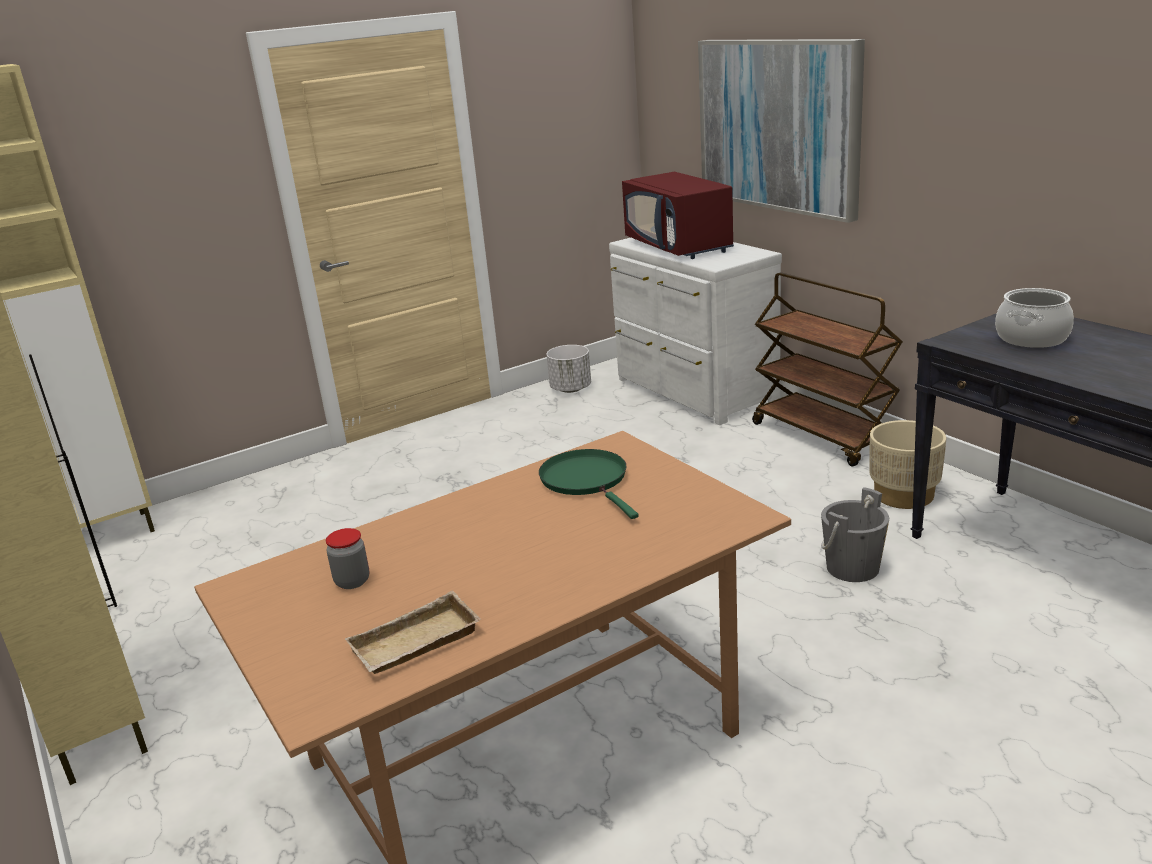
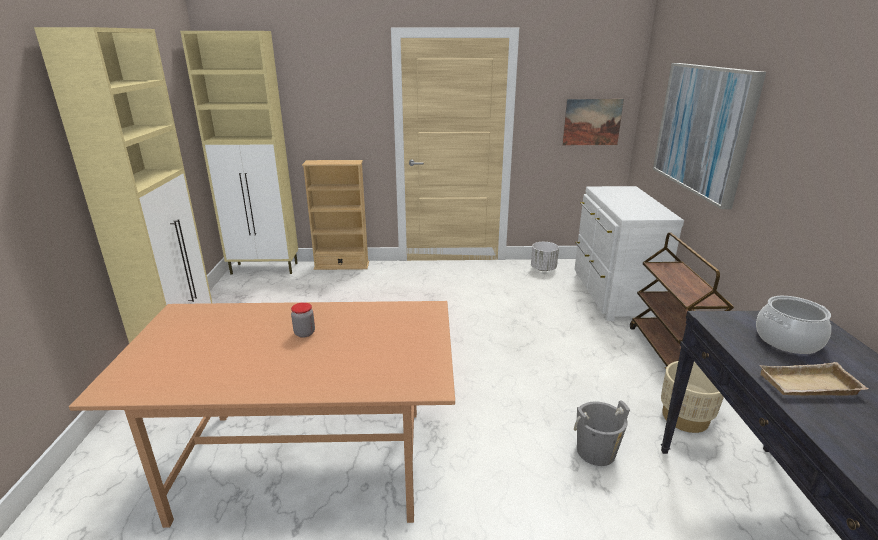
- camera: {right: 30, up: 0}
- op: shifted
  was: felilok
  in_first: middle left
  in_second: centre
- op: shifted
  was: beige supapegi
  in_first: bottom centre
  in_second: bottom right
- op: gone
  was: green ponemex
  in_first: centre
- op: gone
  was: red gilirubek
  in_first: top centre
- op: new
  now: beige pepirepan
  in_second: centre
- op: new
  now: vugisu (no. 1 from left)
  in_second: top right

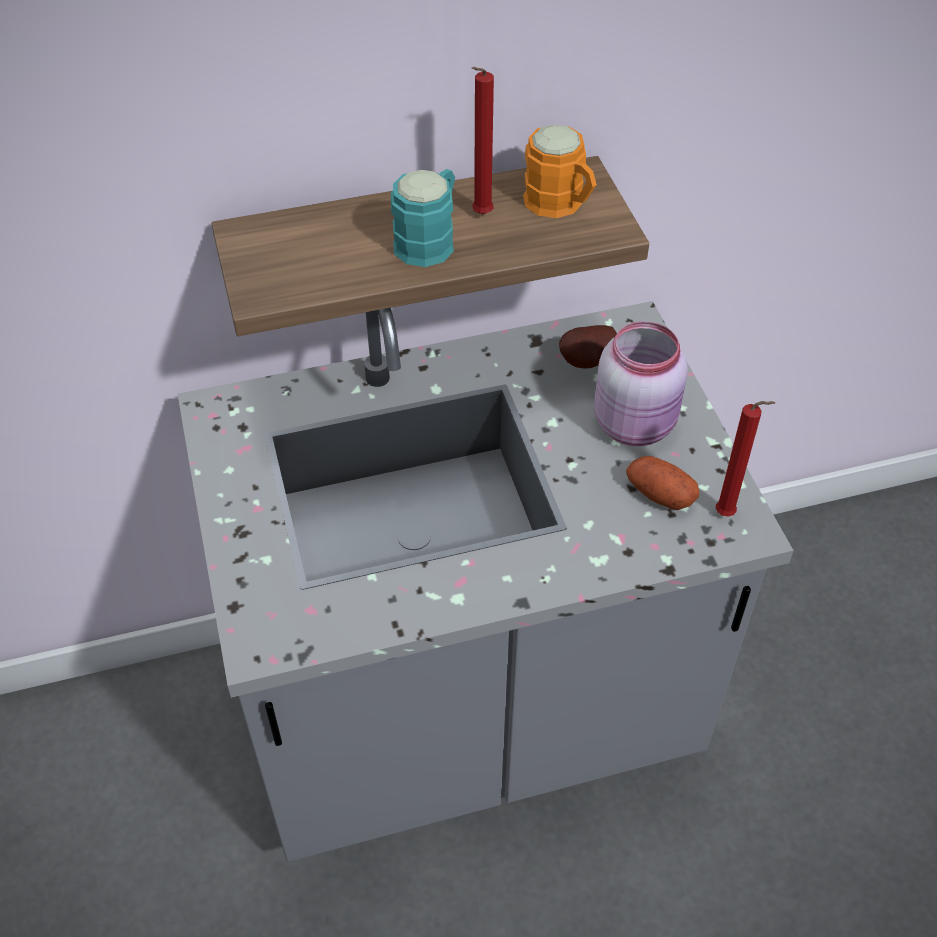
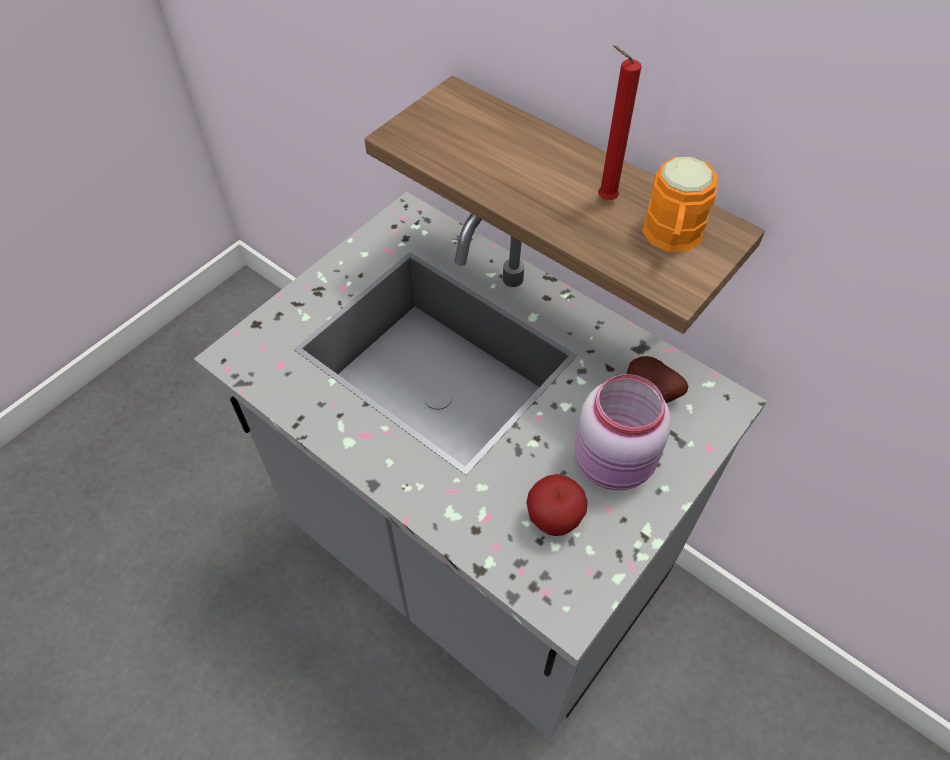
- camera: {right: 55, up: 5}
- op: gone
  was: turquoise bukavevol
  in_first: top centre
- op: swapped
  was: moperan (no. 2 from left)
  now: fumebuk
  in_first: middle right
  in_second: centre
- op: gone
  was: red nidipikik (no. 2 from left)
  in_first: middle right

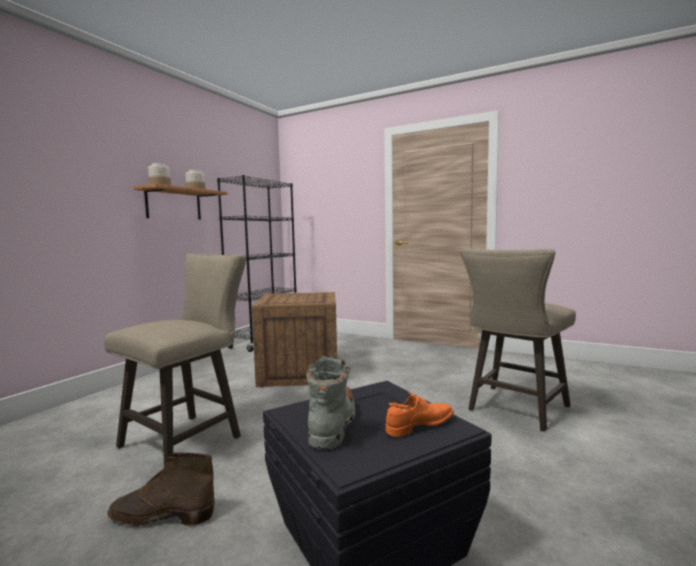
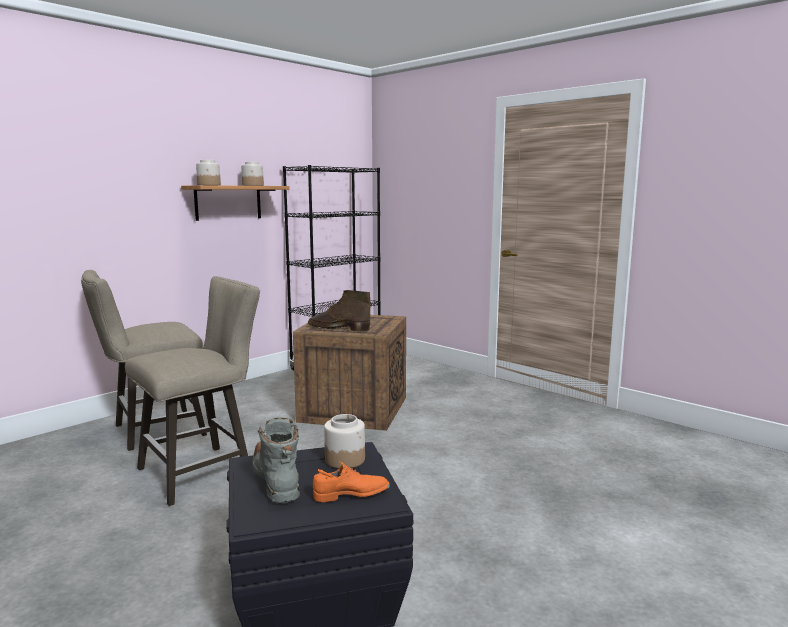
- camera: {right: 15, up: 5}
- op: shifted
  was: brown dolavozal
  in_first: bottom left
  in_second: centre
- op: rotated
  was: grey dolavozal
  in_first: bottom centre
  in_second: bottom centre
  clockwise: -45
- op: shifted
  was: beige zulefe (no. 2 from left in the first image)
  now: beige zulefe (no. 1 from left)
  in_first: middle right
  in_second: middle left
- op: new
  now: felilok (no. 3 from left)
  in_second: bottom centre

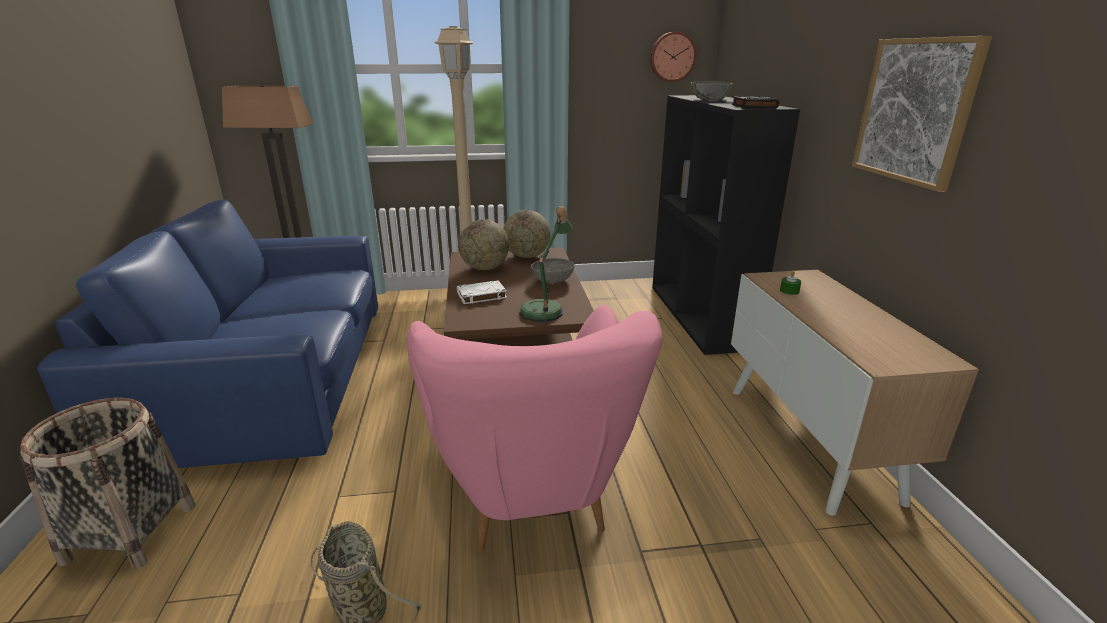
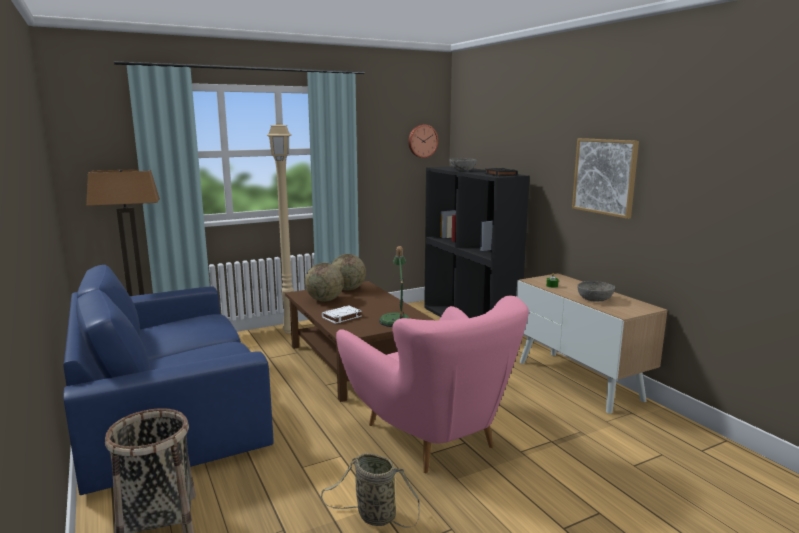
- camera: {right: -20, up: -10}
- op: shifted
  was: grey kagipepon (no. 1 from left in the first image)
  now: grey kagipepon (no. 2 from left)
  in_first: centre
  in_second: middle right

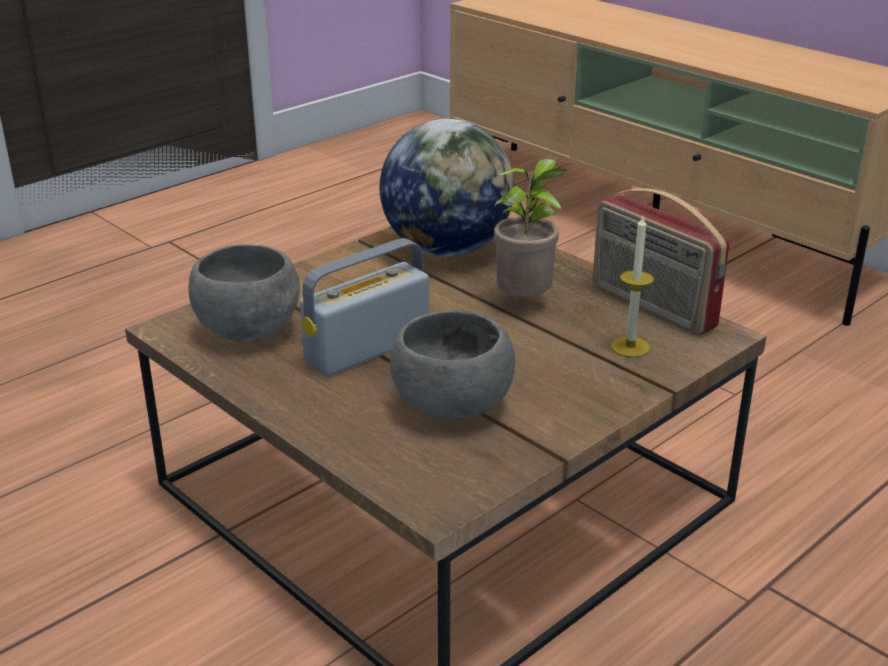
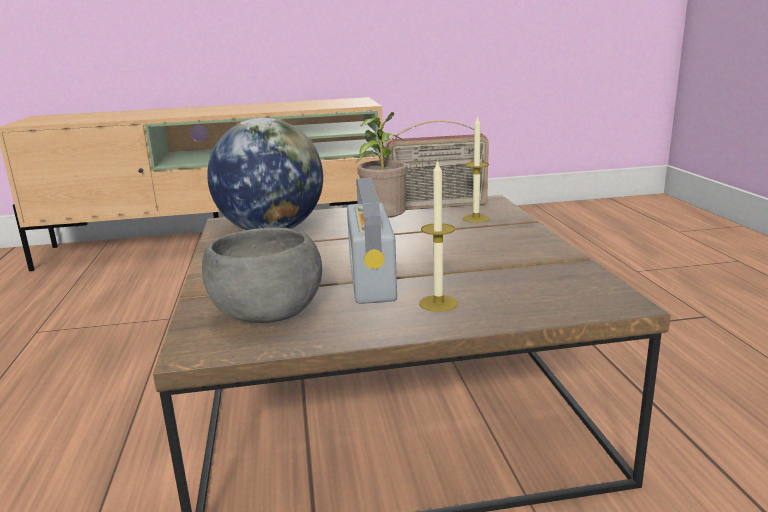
- camera: {right: -55, up: -10}
- op: gone
  was: grey kagipepon (no. 2 from left)
  in_first: centre
- op: new
  now: nidipikik (no. 1 from left)
  in_second: centre

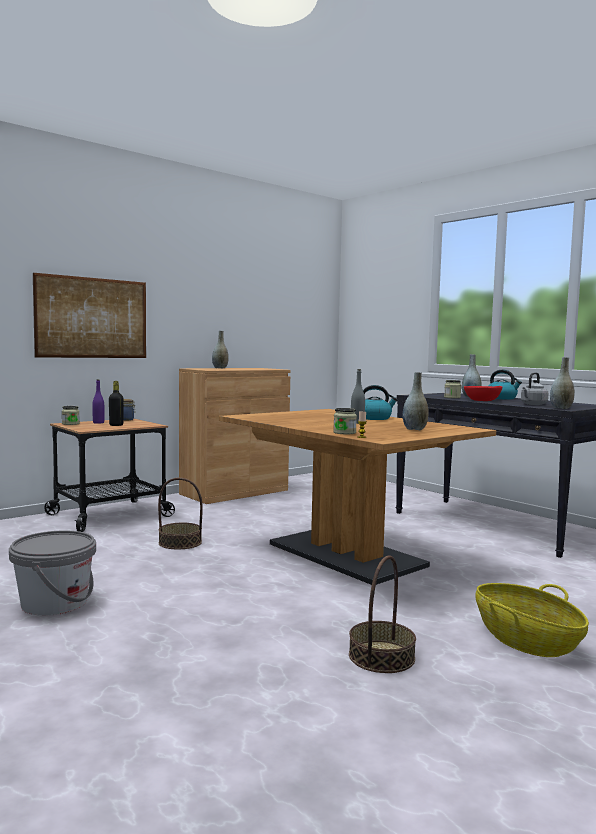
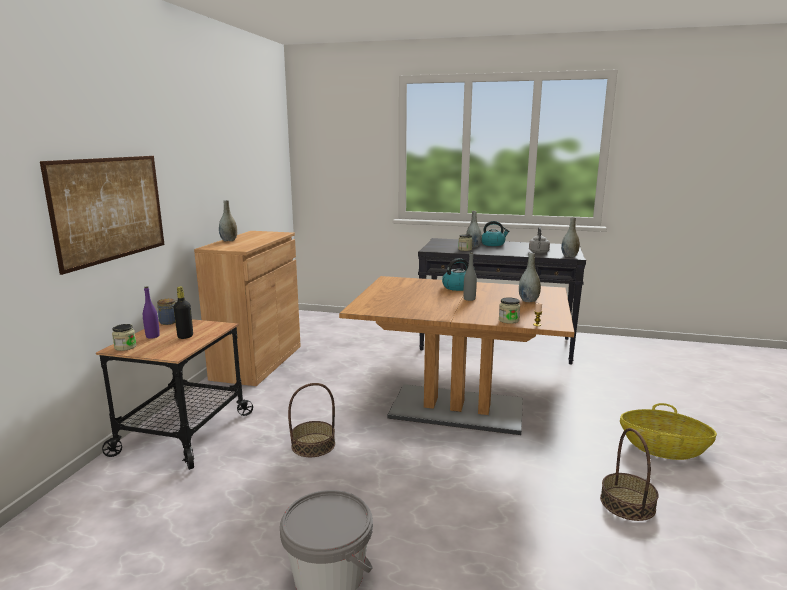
- camera: {right: -35, up: 10}
- op: gone
  was: red kagipepon
  in_first: middle right

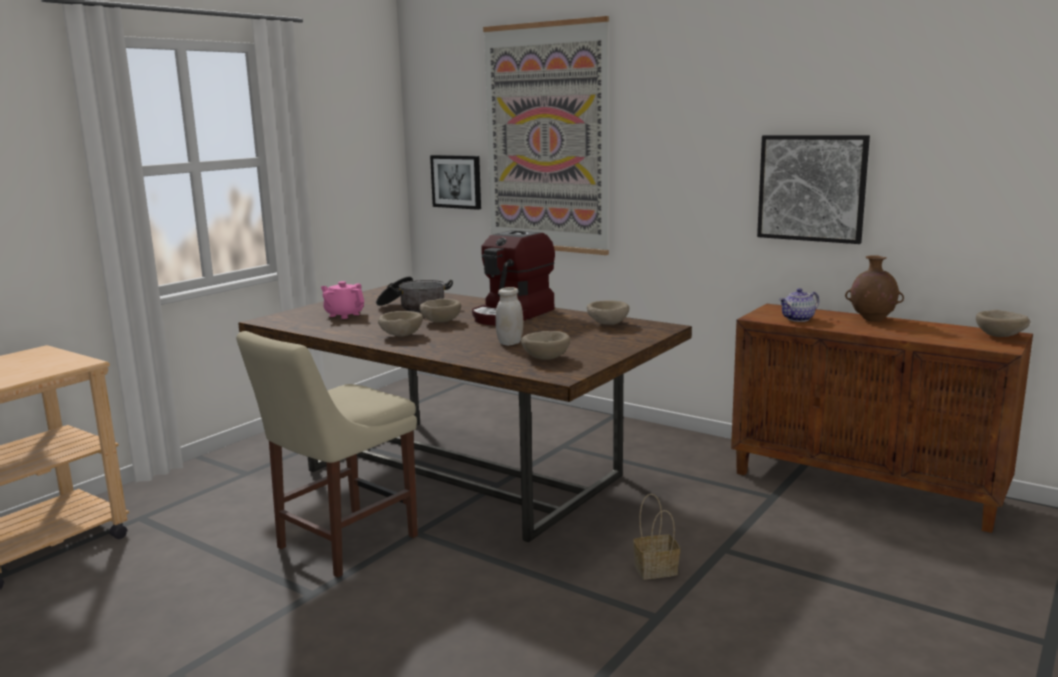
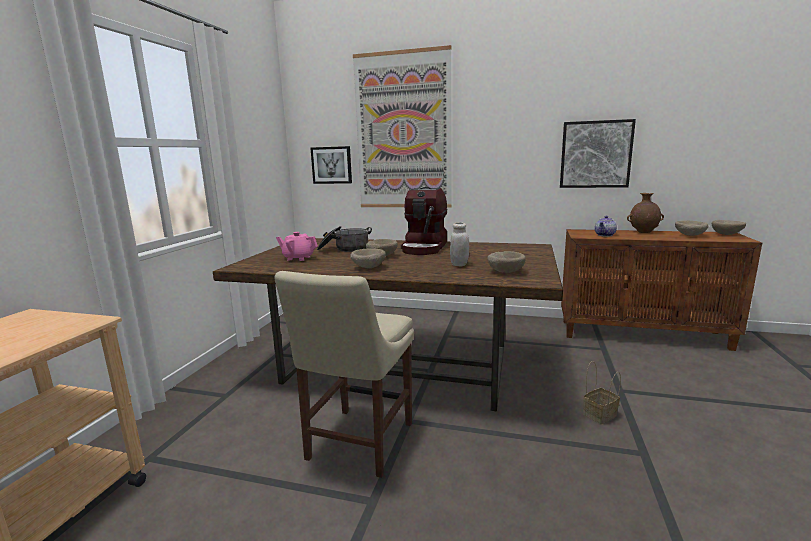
- camera: {right: -20, up: 0}
- op: shifted
  was: beige kagipepon (no. 4 from left)
  in_first: centre
  in_second: middle right

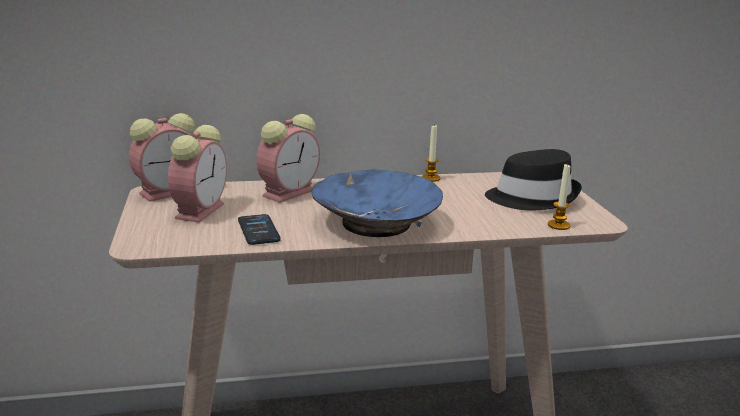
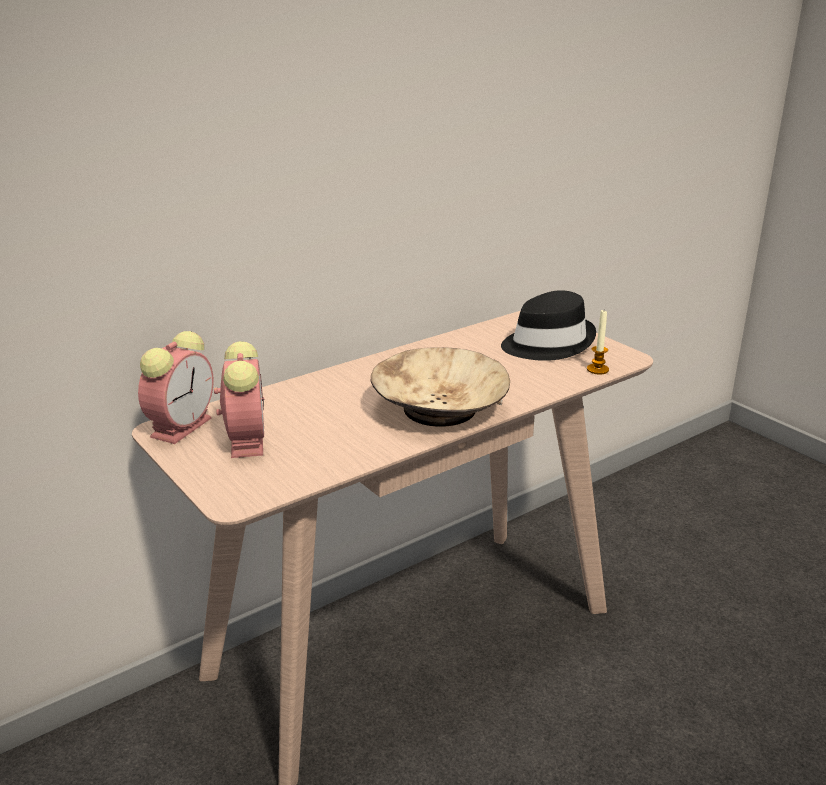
- camera: {right: -25, up: 5}
- op: gone
  was: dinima
  in_first: centre
- op: gone
  was: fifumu (no. 3 from left)
  in_first: centre
- op: repainted
  was: blue kagipepon
  now: beige kagipepon
  in_first: centre
  in_second: centre
- op: gone
  was: nidipikik (no. 1 from left)
  in_first: centre

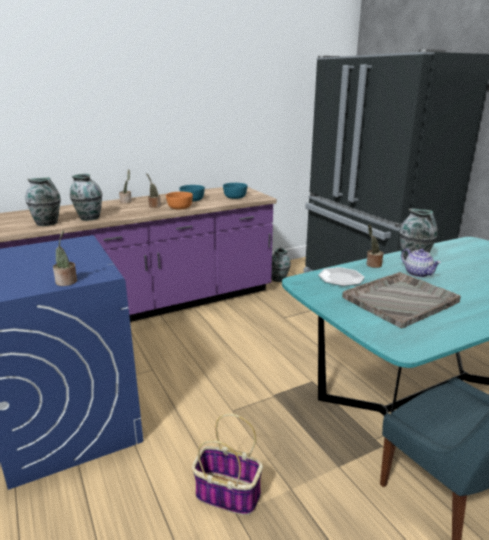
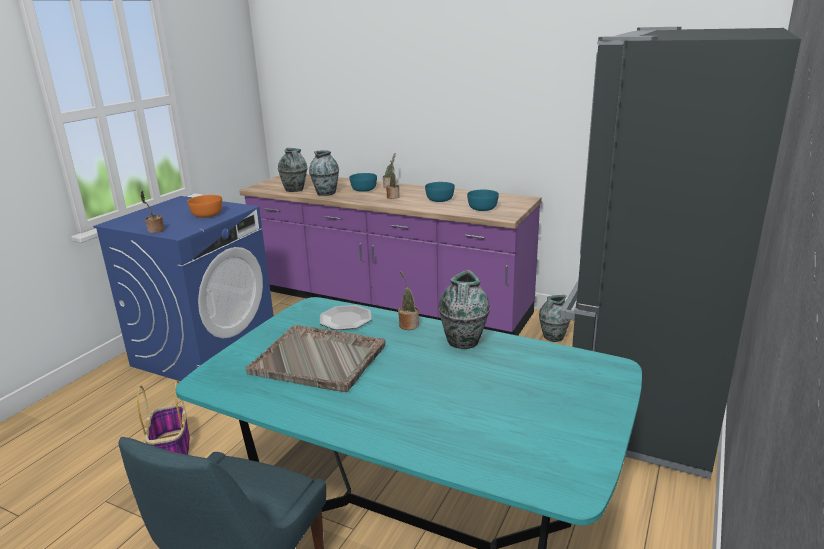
- camera: {right: 55, up: 0}
- op: shifted
  was: orange kagipepon
  in_first: centre
  in_second: middle left
- op: gone
  was: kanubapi
  in_first: middle right
- op: new
  now: turquoise kagipepon (no. 1 from left)
  in_second: top centre

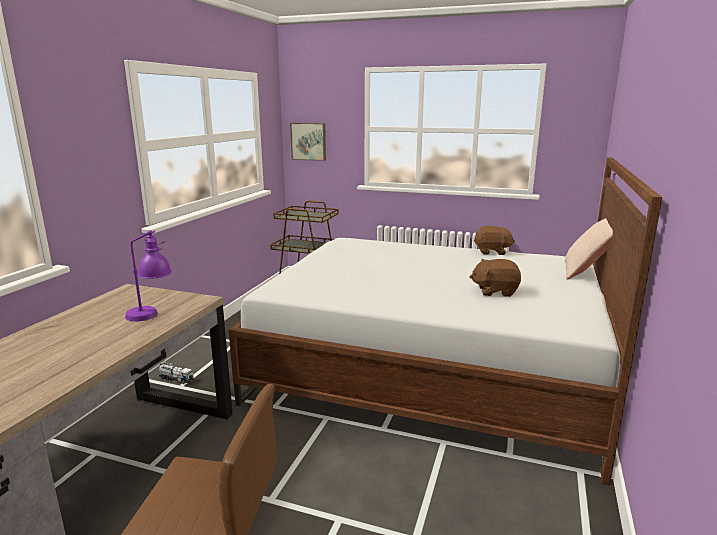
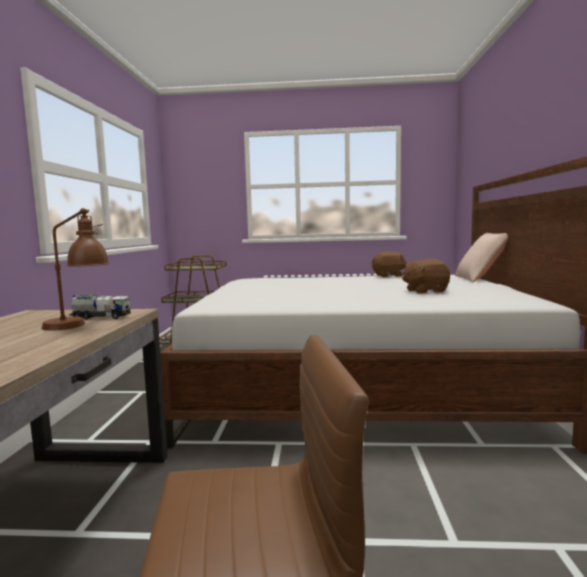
- camera: {right: -15, up: -10}
- op: repainted
  was: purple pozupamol
  now: brown pozupamol
  in_first: middle left
  in_second: middle left
- op: shifted
  was: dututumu
  in_first: bottom left
  in_second: middle left
- op: gone
  was: vugisu
  in_first: top centre

